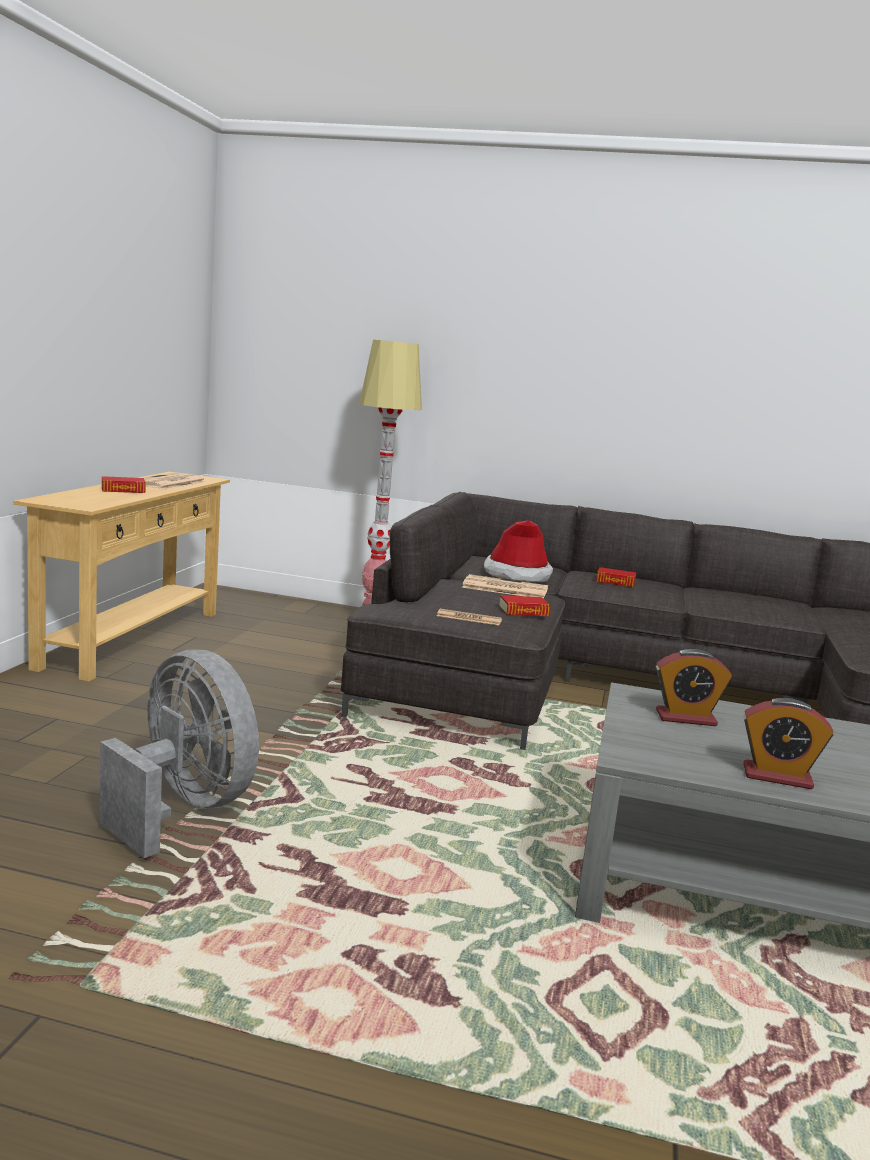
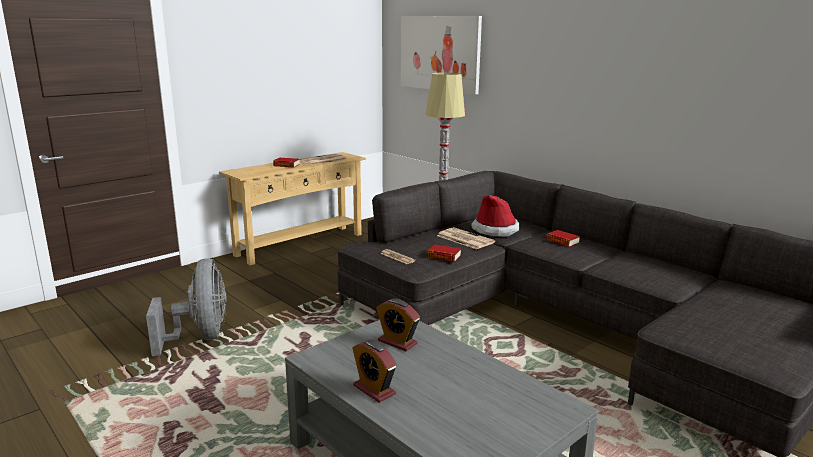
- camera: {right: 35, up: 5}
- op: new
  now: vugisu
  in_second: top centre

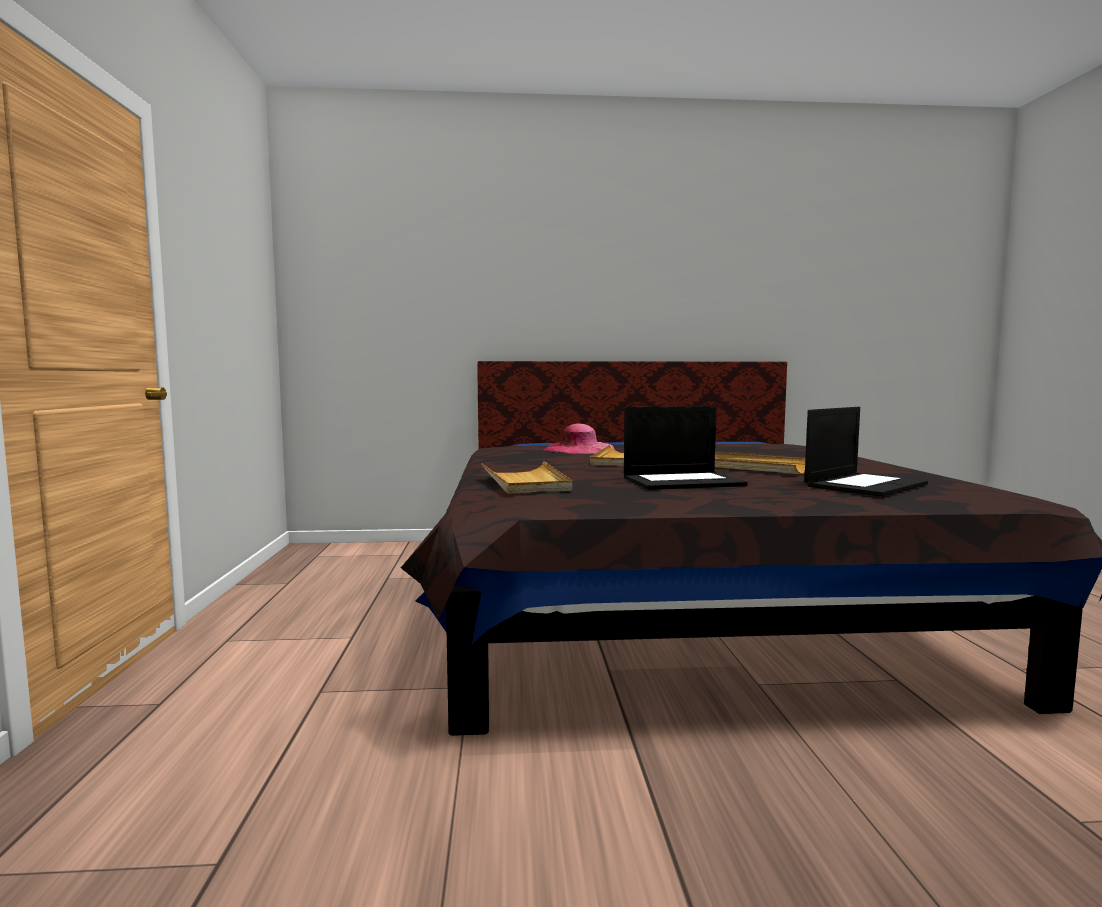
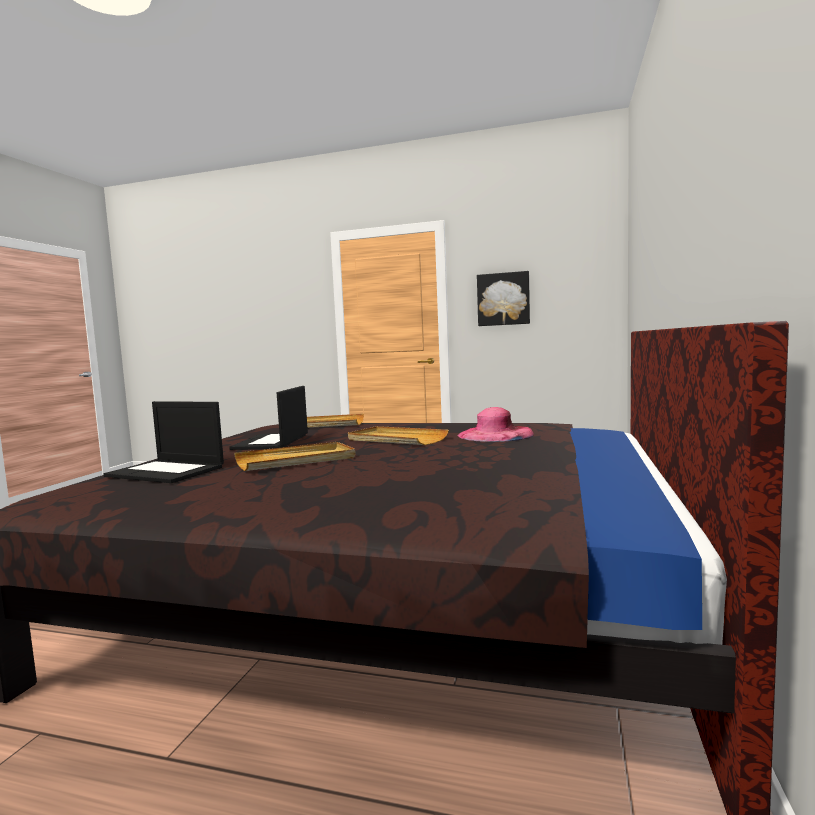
- camera: {right: 110, up: 0}
- op: rotated
  was: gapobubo (no. 2 from left in the first image)
  in_first: middle right
  in_second: middle left
  clockwise: -45
- op: new
  now: vugisu
  in_second: centre

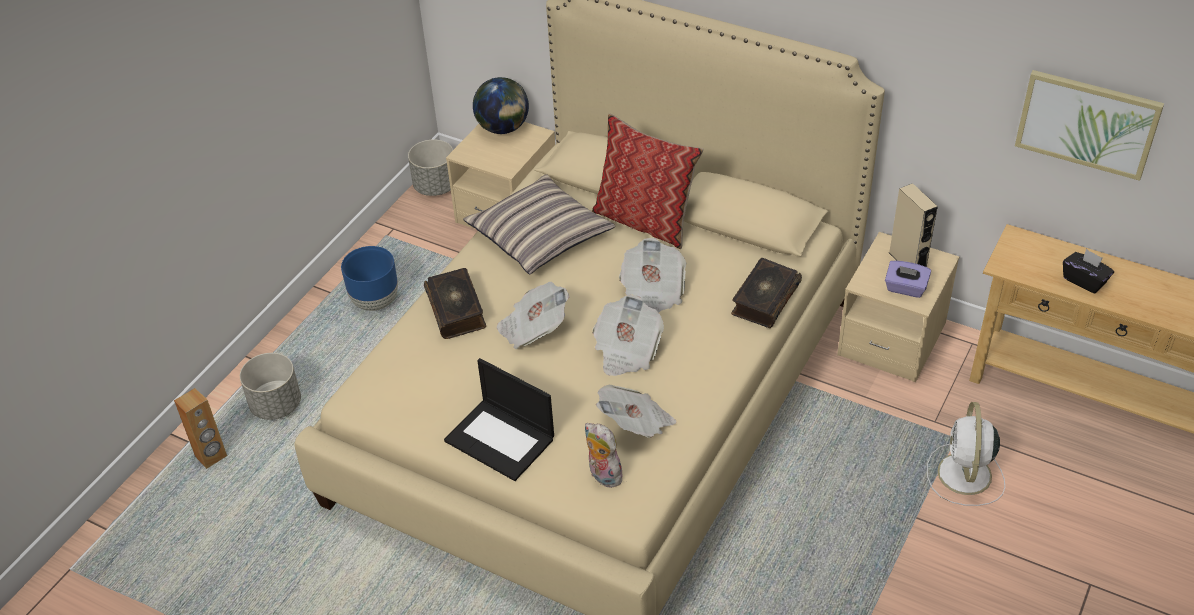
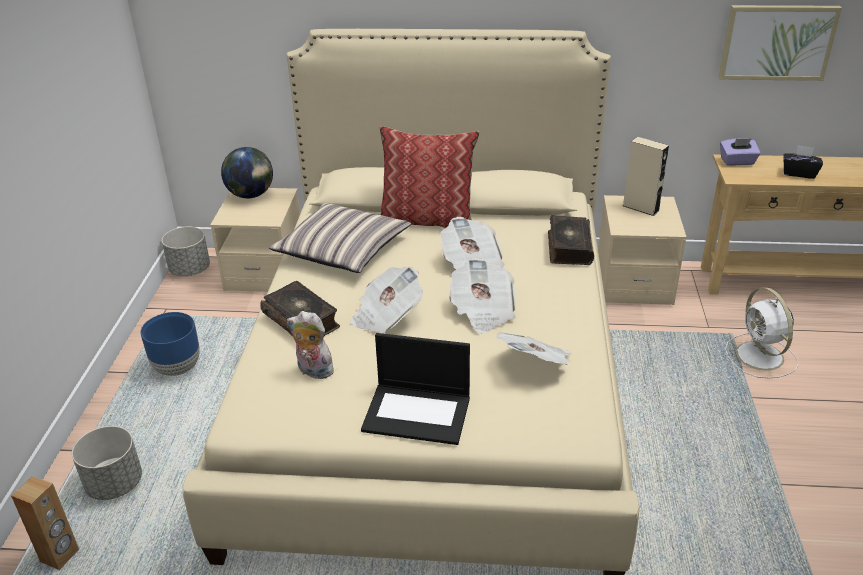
- camera: {right: -25, up: -10}
- op: shifted
  was: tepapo
  in_first: bottom centre
  in_second: centre
- op: shifted
  was: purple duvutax
  in_first: middle right
  in_second: top right

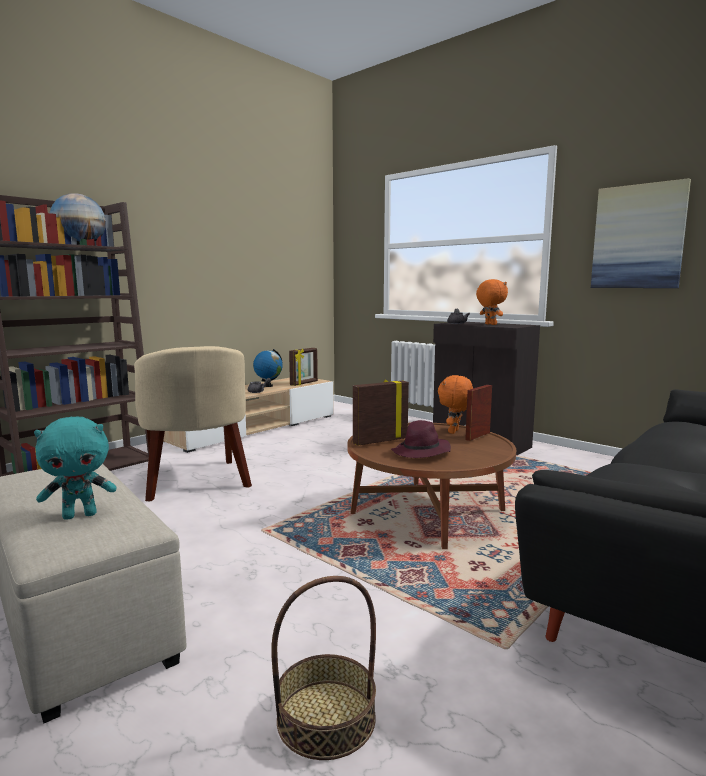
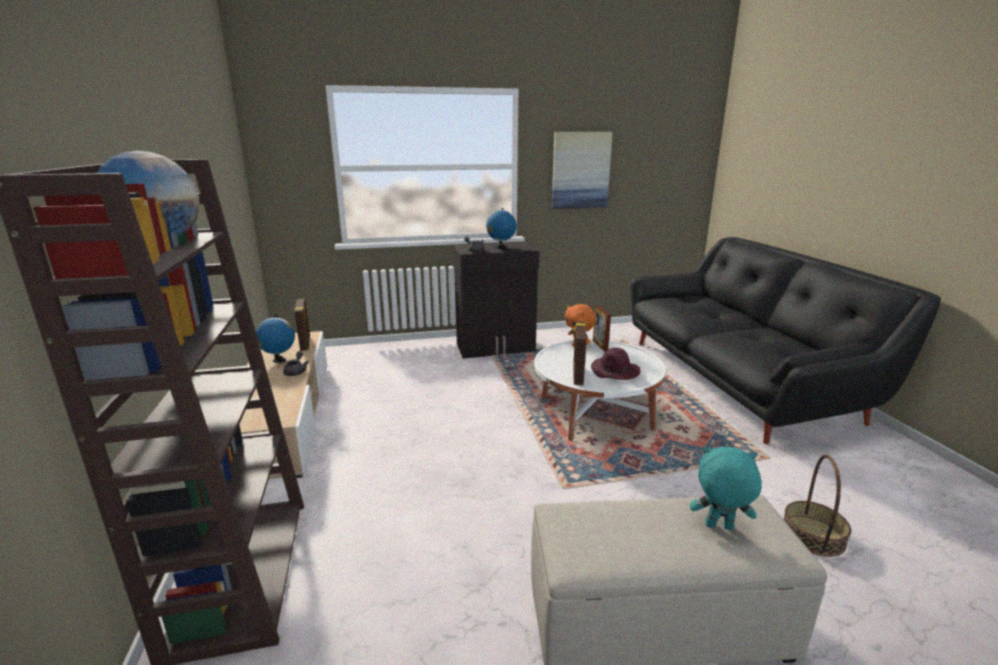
- camera: {right: -55, up: 10}
- op: rotated
  was: turquoise tepapo
  in_first: middle left
  in_second: bottom right
  clockwise: -90
- op: gone
  was: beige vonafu
  in_first: middle left
- op: repainted
  was: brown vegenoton
  now: white vegenoton
  in_first: centre
  in_second: centre
- op: swapped
  was: orange tepapo (no. 2 from left)
  now: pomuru (no. 3 from left)
  in_first: middle right
  in_second: centre

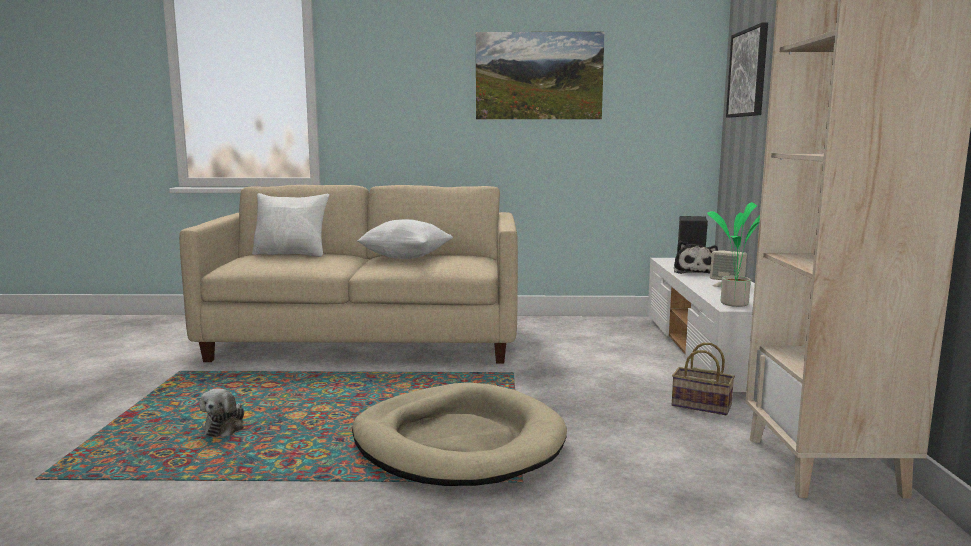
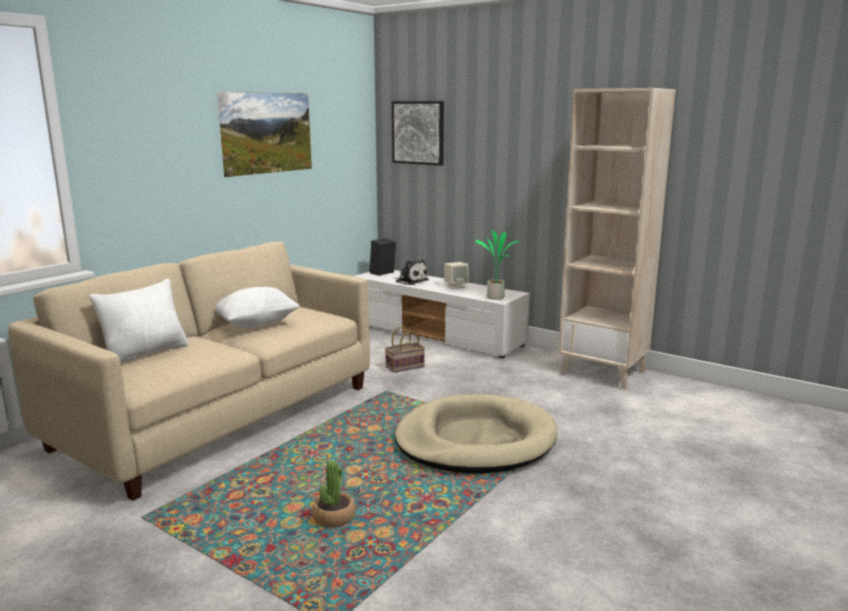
- camera: {right: -55, up: 5}
- op: swapped
  was: tepapo (no. 1 from left)
  now: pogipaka (no. 1 from left)
  in_first: bottom left
  in_second: bottom centre
- op: shifted
  was: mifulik
  in_first: bottom right
  in_second: centre

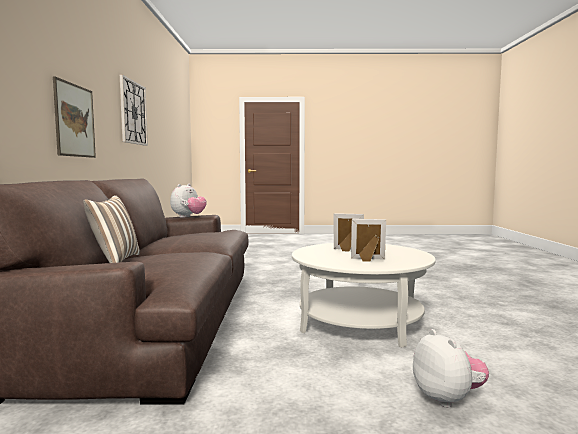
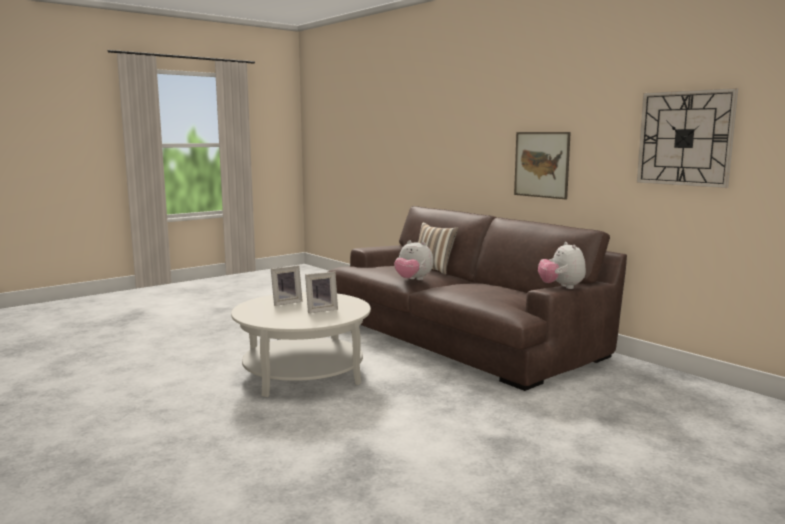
- camera: {right: 140, up: 5}
- op: shifted
  was: tepapo (no. 2 from left in the first image)
  now: tepapo (no. 1 from left)
  in_first: bottom right
  in_second: centre

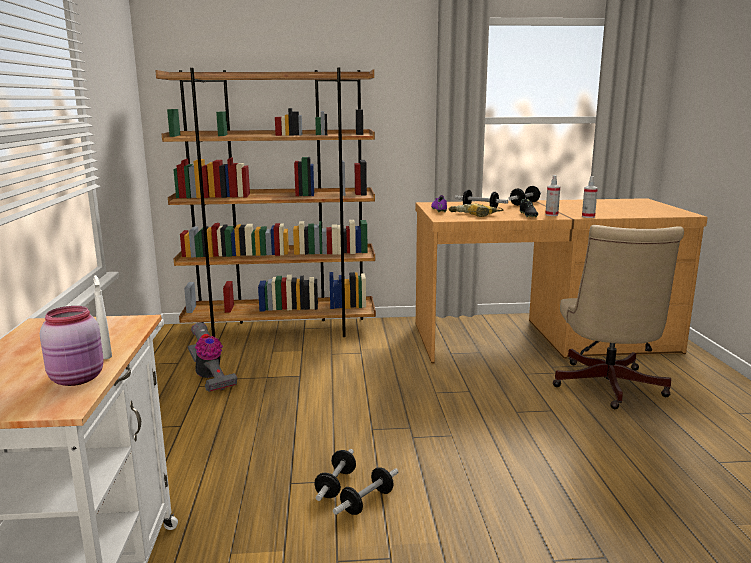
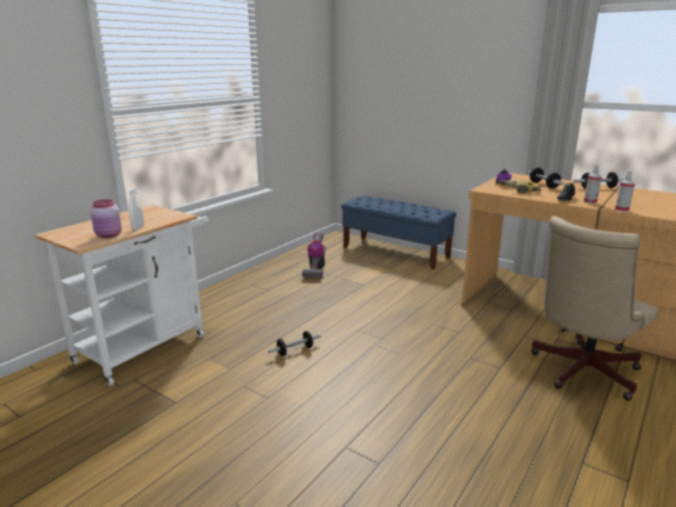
- camera: {right: 40, up: 5}
- op: swapped
  was: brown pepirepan
  now: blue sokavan
  in_first: centre
  in_second: centre
- op: gone
  was: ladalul (no. 2 from left)
  in_first: bottom centre

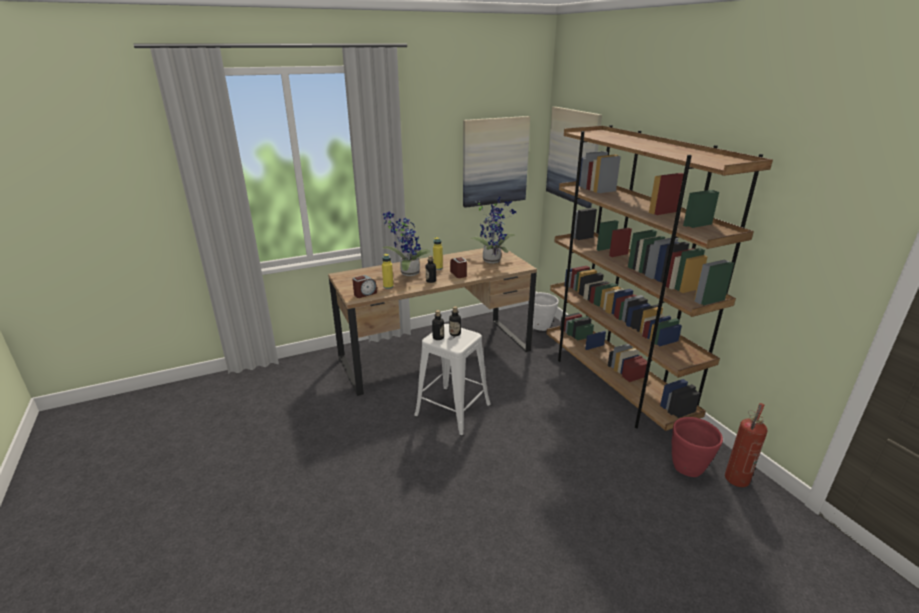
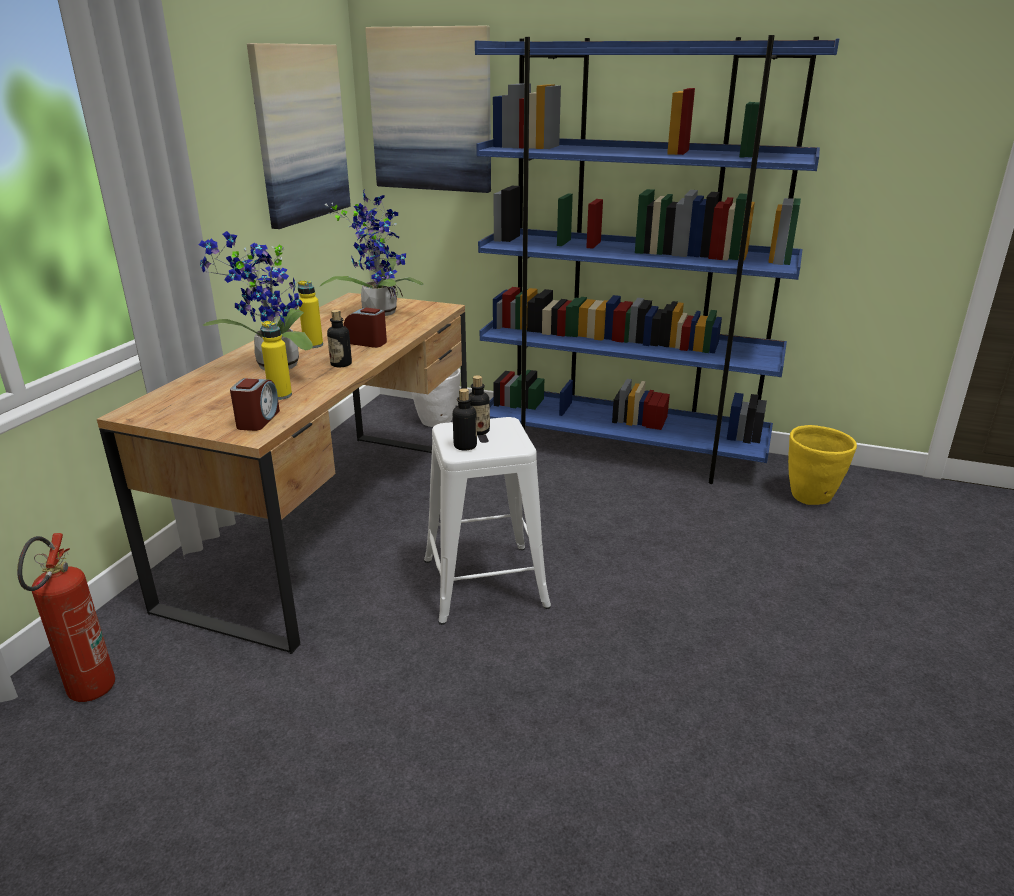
- camera: {right: -45, up: 0}
- op: repainted
  was: brown pepirepan
  now: blue pepirepan
  in_first: middle right
  in_second: top centre
- op: repainted
  was: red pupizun
  now: yellow pupizun
  in_first: bottom right
  in_second: middle right
- op: shifted
  was: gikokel
  in_first: bottom right
  in_second: bottom left

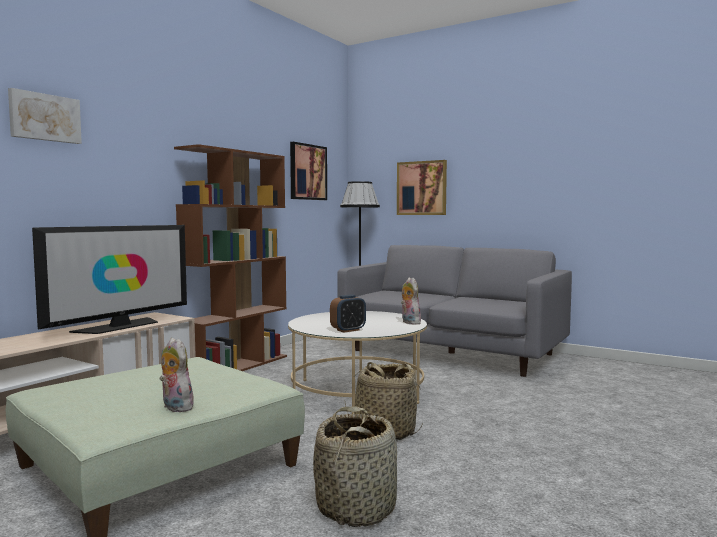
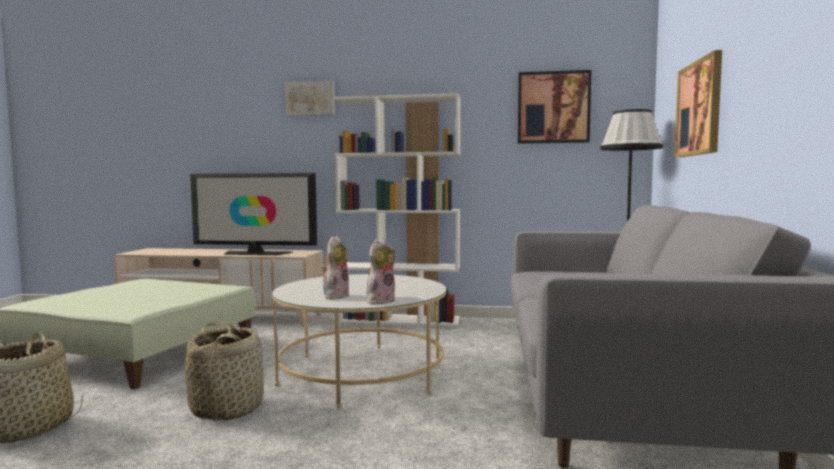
- camera: {right: 65, up: 0}
- op: shifted
  was: vugisu (no. 1 from left)
  in_first: top left
  in_second: top centre
- op: shifted
  was: tepapo (no. 1 from left)
  in_first: bottom left
  in_second: centre
- op: repainted
  was: brown pepirepan
  now: white pepirepan
  in_first: middle left
  in_second: centre
- op: gone
  was: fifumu
  in_first: centre

